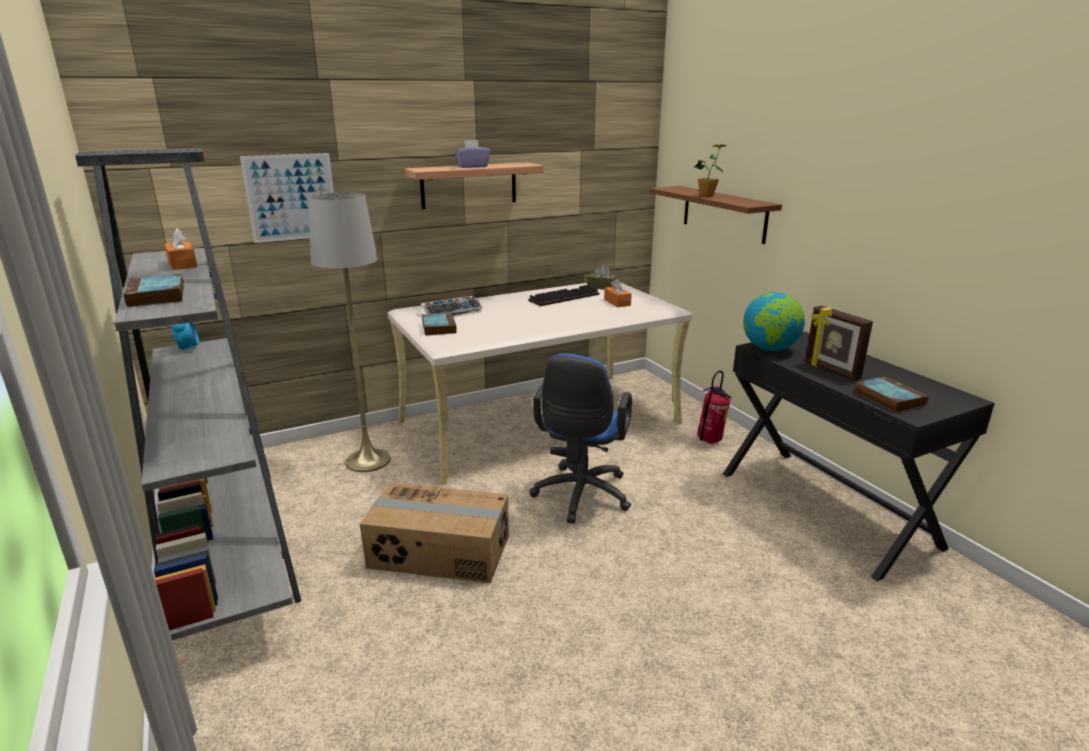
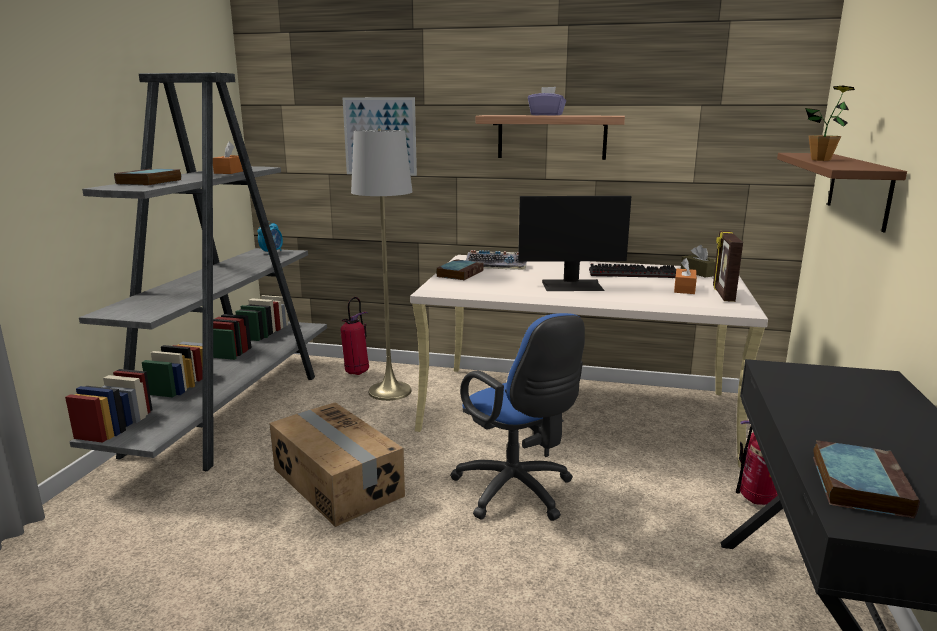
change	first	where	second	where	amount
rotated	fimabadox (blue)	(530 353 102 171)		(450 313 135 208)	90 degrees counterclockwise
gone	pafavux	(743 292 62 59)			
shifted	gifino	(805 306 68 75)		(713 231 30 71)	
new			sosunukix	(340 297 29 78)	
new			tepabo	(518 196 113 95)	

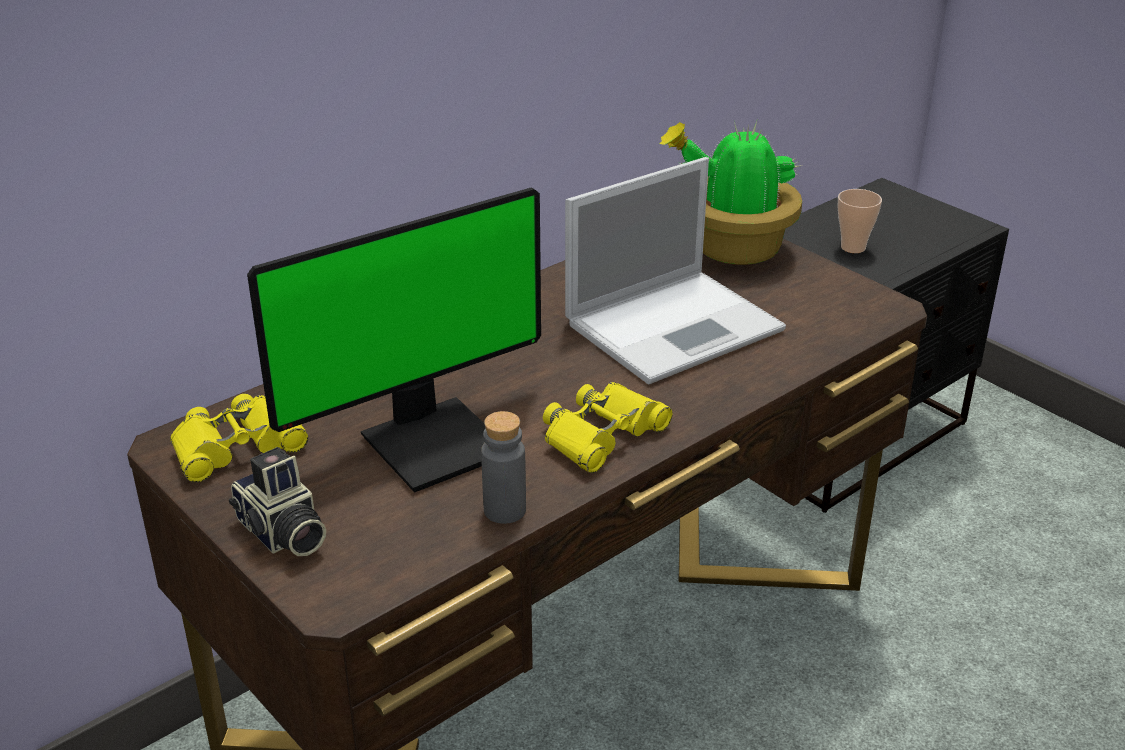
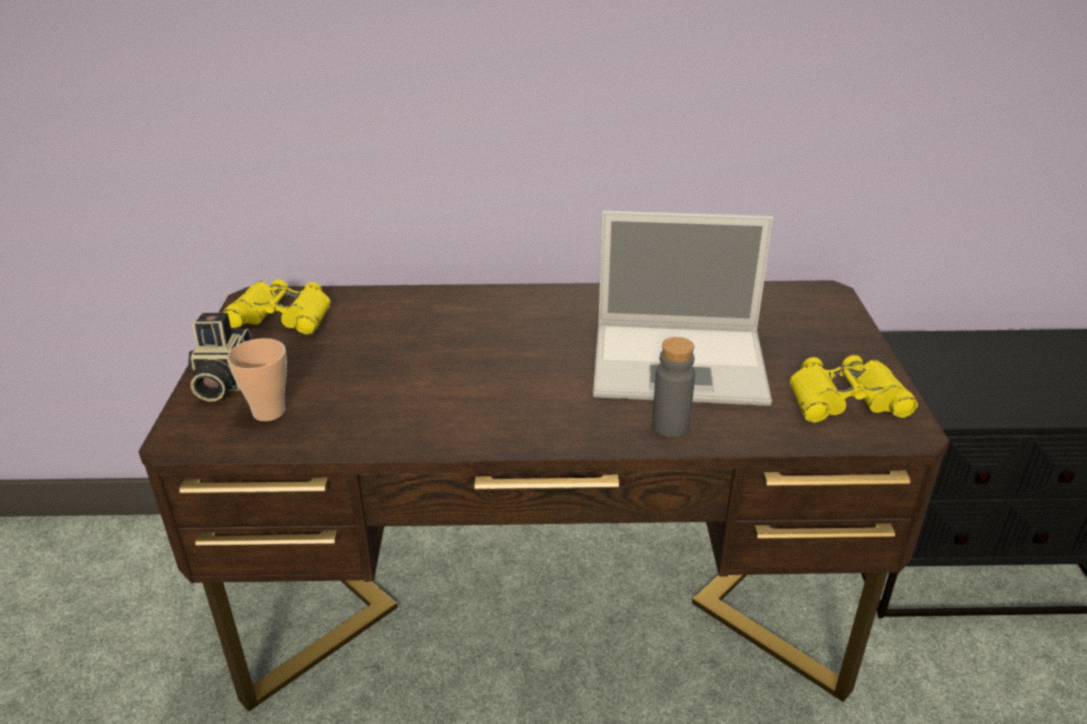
change	first	where	second	where	amount
gone	tepabo	(247 187 294 306)			
shifted	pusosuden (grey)	(481 411 45 113)		(652 337 43 100)	
shifted	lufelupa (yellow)	(543 382 129 91)		(789 355 129 68)	
gone	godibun	(660 118 142 147)			
shifted	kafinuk	(838 189 44 64)		(227 338 60 83)	

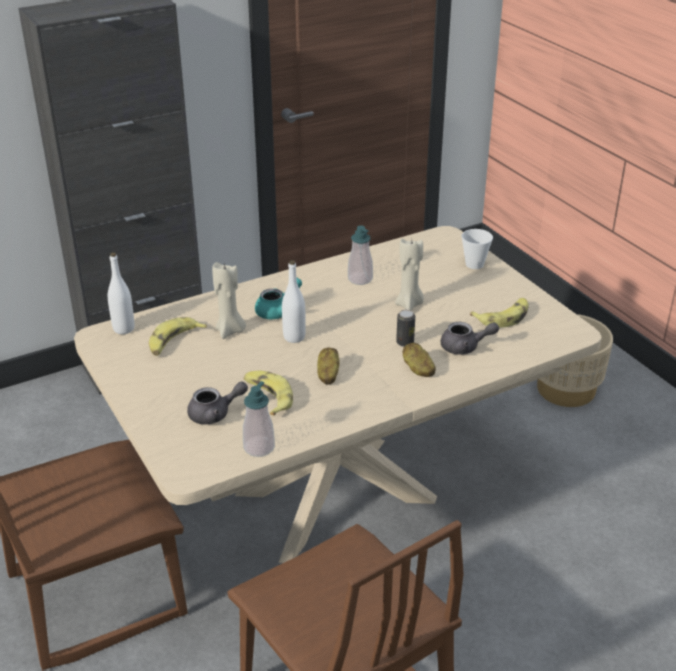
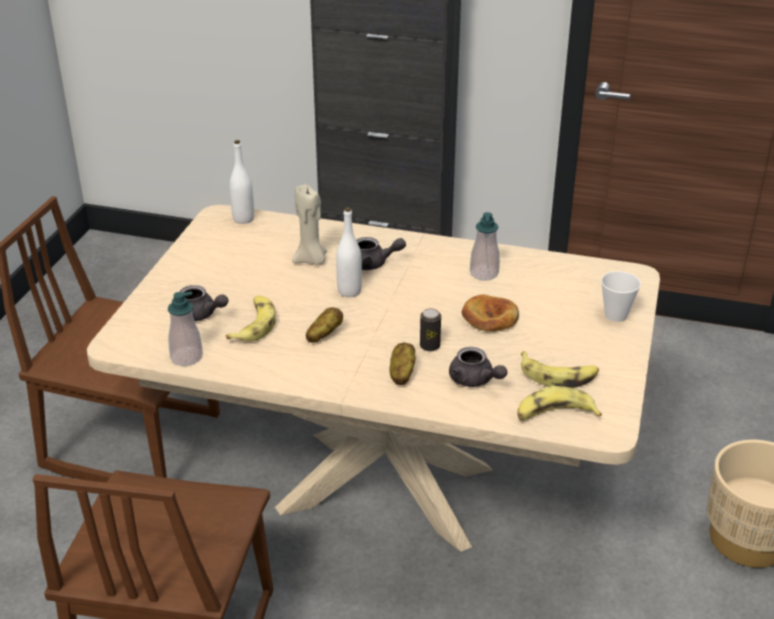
change	first	where	second	where	amount
shifted	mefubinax	(149 317 58 39)		(517 386 85 34)	
repainted	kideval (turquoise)	(255 278 47 41)	kideval (grey)	(356 237 50 33)	
swapped	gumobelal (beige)	(395 239 29 72)	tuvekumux	(462 294 57 38)	

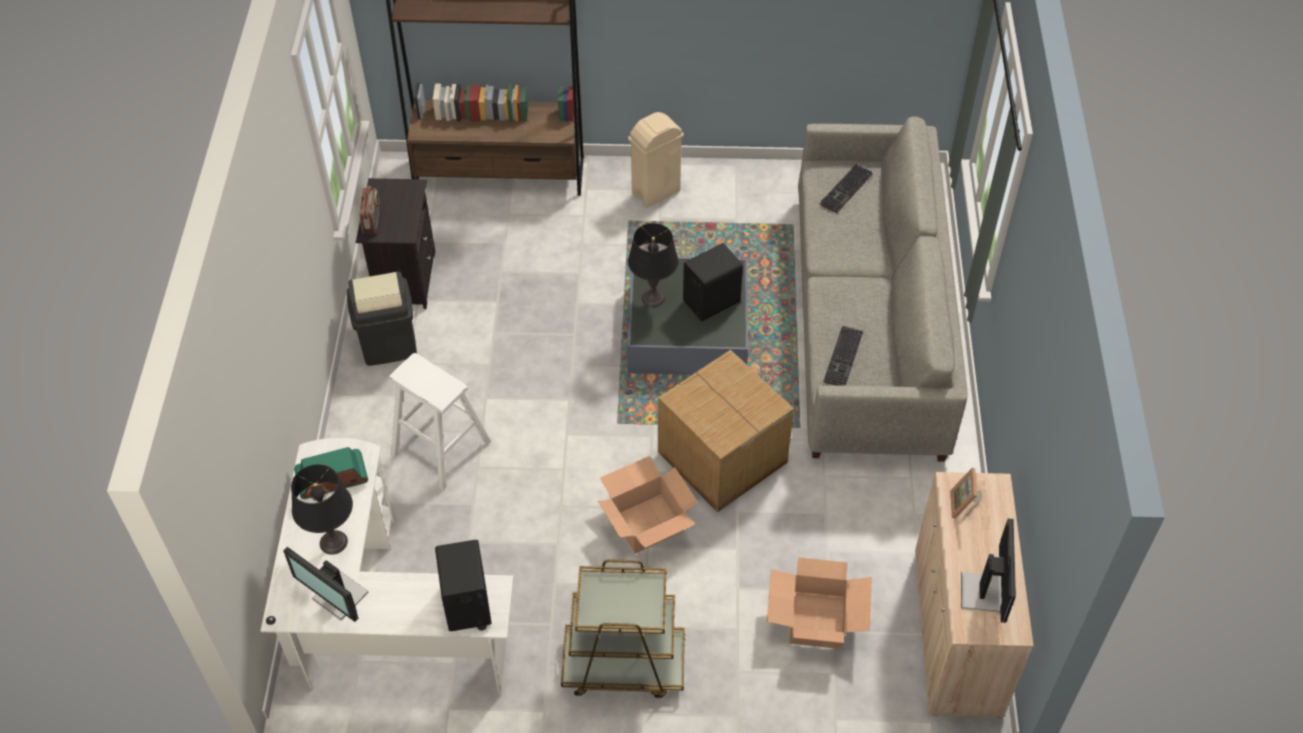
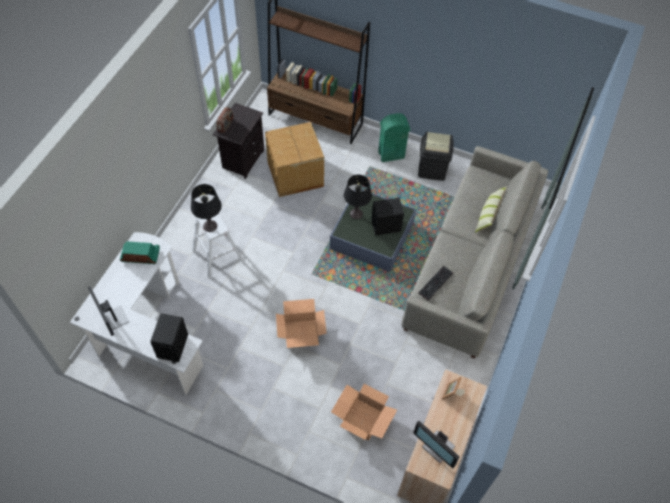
change	first	where	second	where	amount
shifted	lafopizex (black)	(291 464 62 91)		(191 184 31 48)	
shifted	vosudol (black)	(347 271 70 95)		(418 132 36 49)	
gone	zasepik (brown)	(561 560 124 138)			
repainted	vosudol (beige)	(628 112 56 96)	vosudol (green)	(378 113 32 49)	
shifted	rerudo	(658 350 136 162)		(265 122 59 75)	
gone	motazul	(820 164 52 49)			
rotated	tepabo	(961 518 55 105)		(413 421 47 48)	105 degrees clockwise
new			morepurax	(475 186 32 47)	

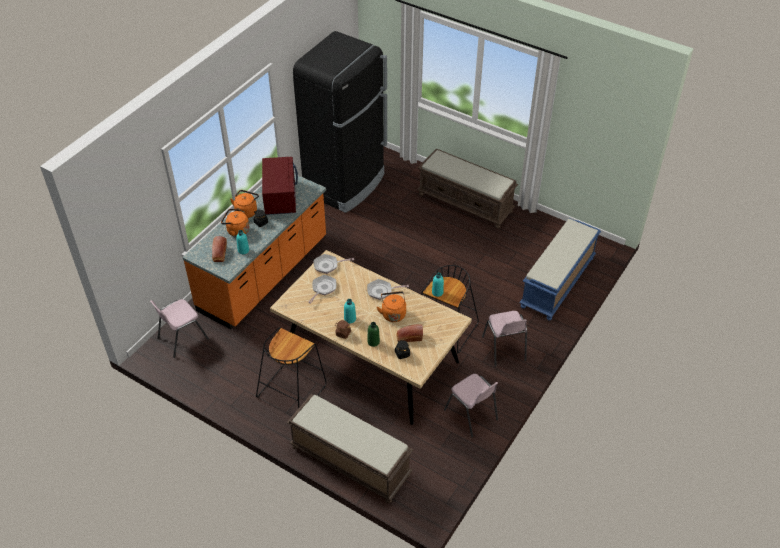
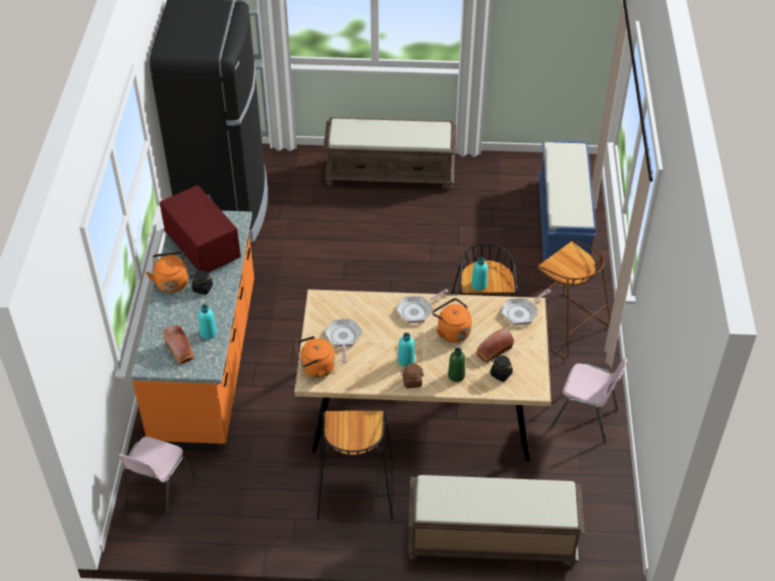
change	first	where	second	where	amount
shifted	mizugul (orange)	(221 209 28 28)		(295 336 40 42)	
shifted	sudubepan	(314 254 40 20)		(501 289 50 36)	
swapped	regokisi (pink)	(482 311 45 56)	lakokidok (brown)	(528 240 82 119)	

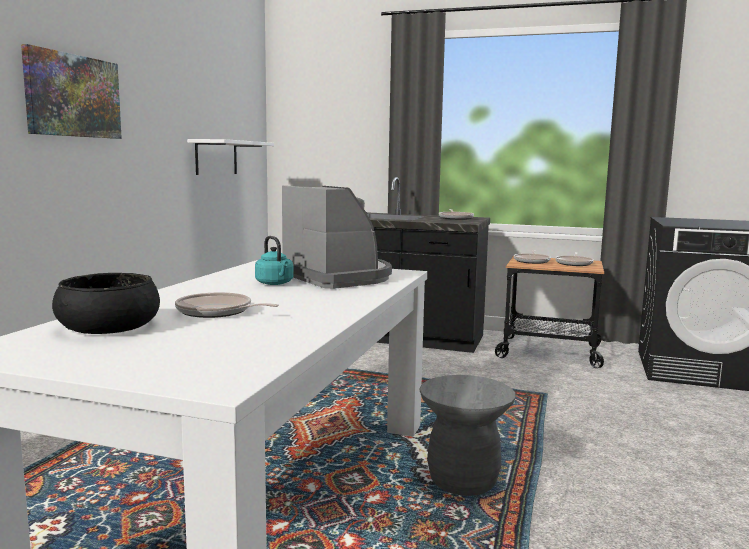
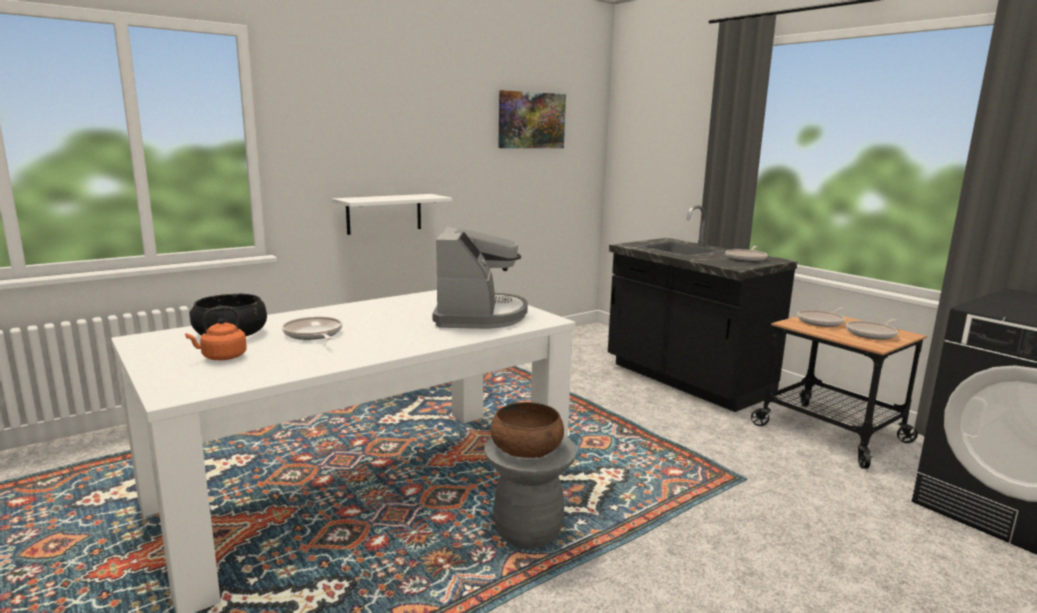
change	first	where	second	where	amount
shifted	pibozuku	(21 44 101 95)		(499 90 67 58)	
shifted	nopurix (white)	(187 139 87 36)		(332 194 120 41)	
gone	mizugul (turquoise)	(255 236 39 49)			
new			mizugul (orange)	(185 306 62 54)	
new			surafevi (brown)	(491 402 73 56)	

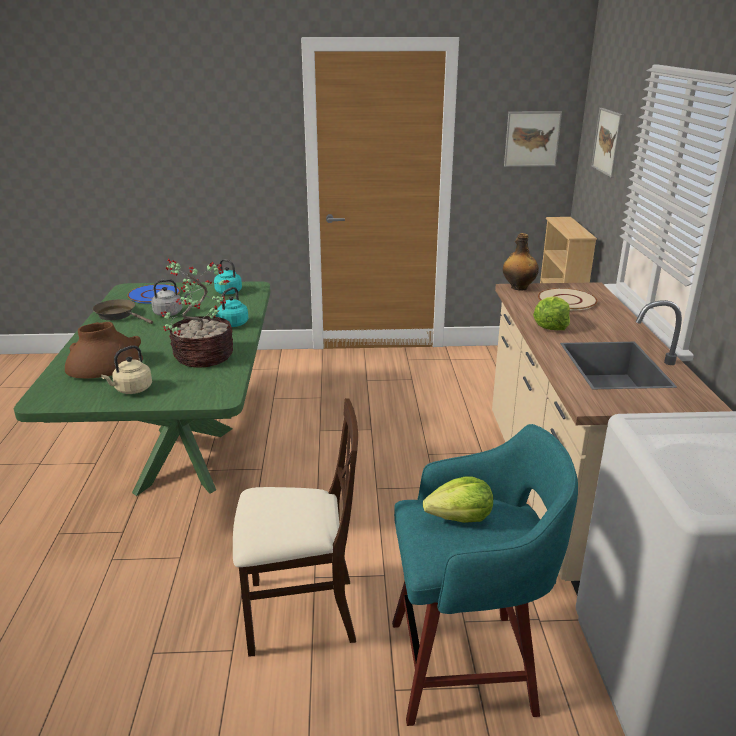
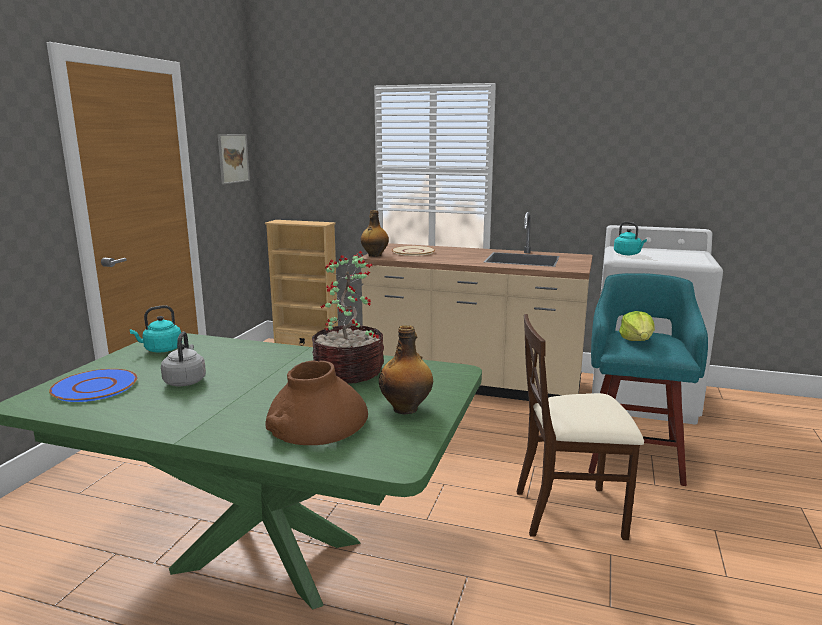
change	first	where	second	where	amount
gone	sudubepan (brown)	(92 299 61 25)			
swapped	mizugul (beige)	(101 345 51 49)	pusosuden	(379 325 54 90)	
shifted	mizugul (turquoise)	(213 287 35 40)		(614 222 33 33)	
rotated	regokisi (beige)	(233 398 125 259)		(517 314 127 226)	105 degrees counterclockwise
gone	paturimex	(533 296 37 34)			
gone	pibozuku	(591 108 32 70)			

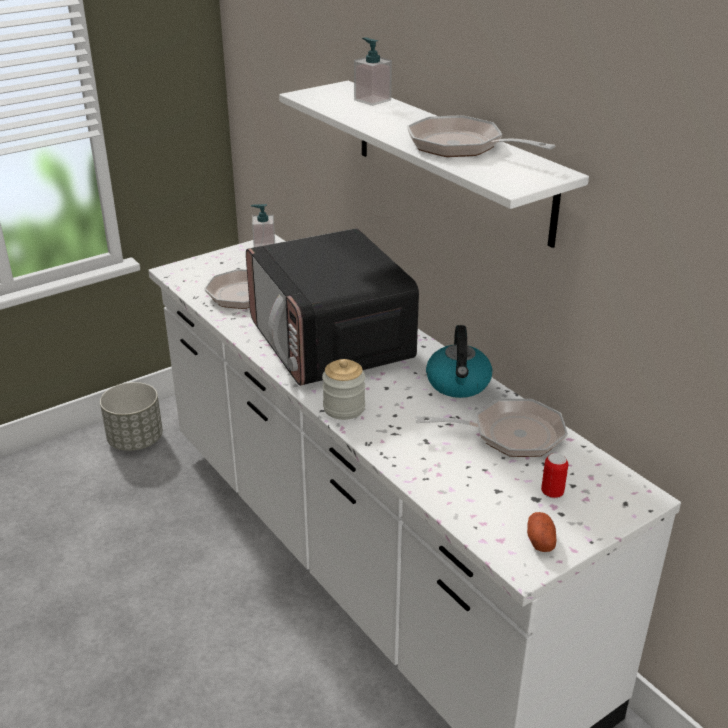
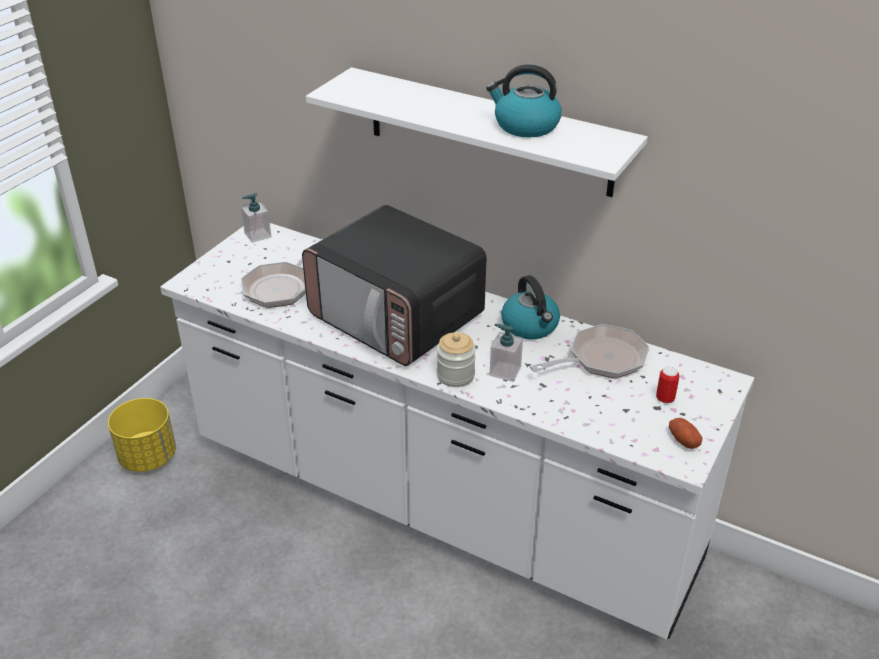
change	first	where	second	where	amount
repainted	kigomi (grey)	(100 382 63 69)	kigomi (yellow)	(108 398 68 74)	
shifted	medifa	(354 38 38 68)		(490 324 33 58)	
swapped	sudubepan	(407 115 148 42)	mizugul	(486 64 76 73)	

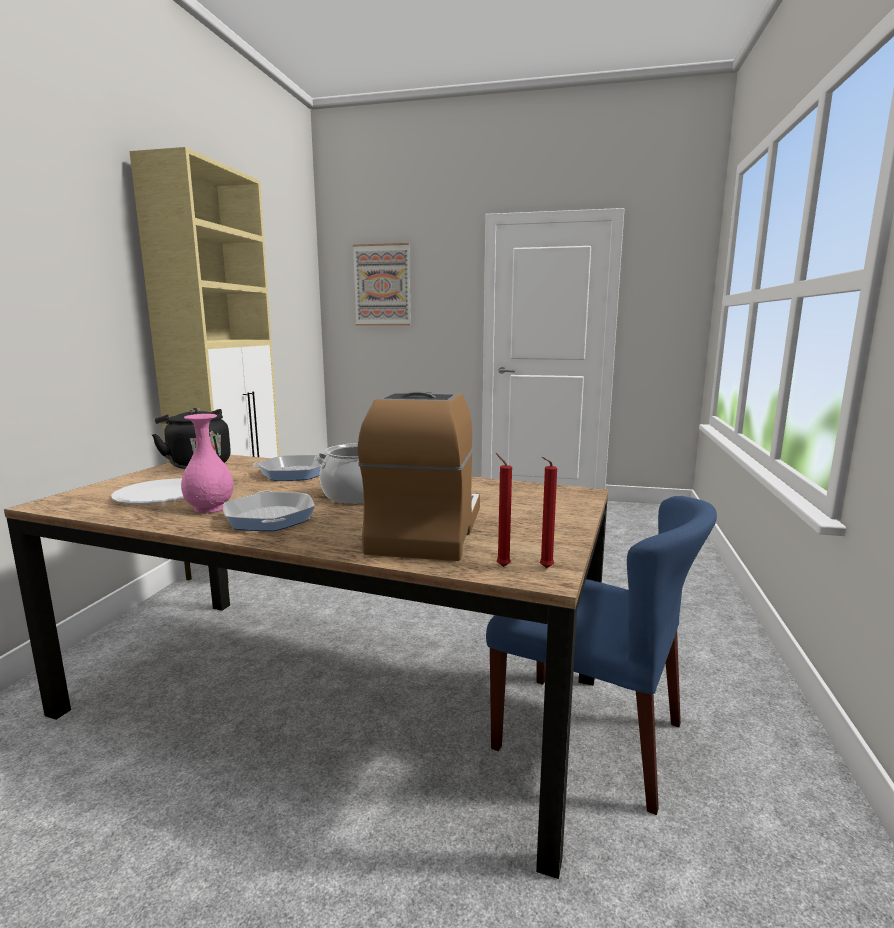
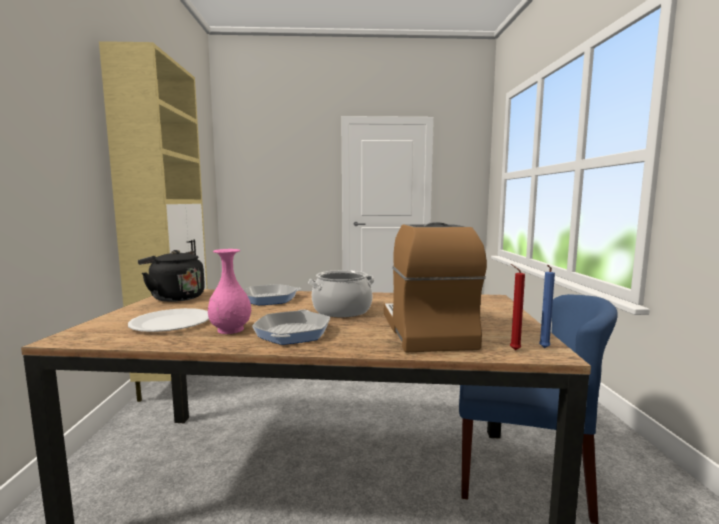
change	first	where	second	where	amount
rotated	sudubepan	(223 491 92 40)		(252 310 78 35)	135 degrees counterclockwise
gone	pibozuku	(353 243 58 83)			
repainted	gumobelal (red)	(540 457 17 111)	gumobelal (blue)	(539 265 16 83)	

